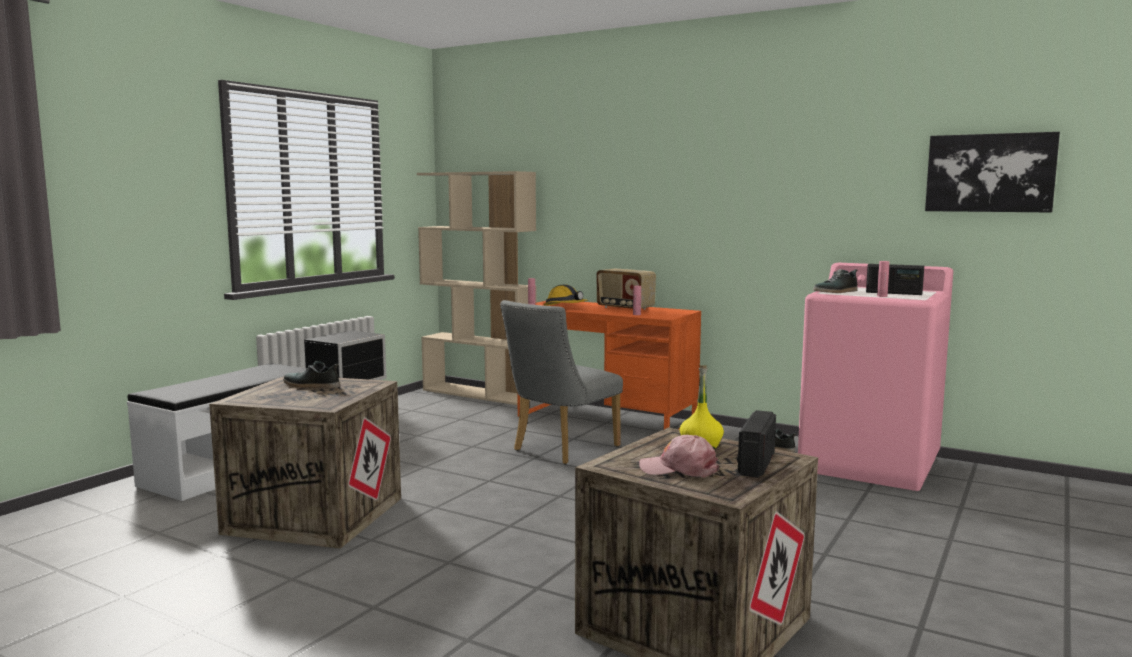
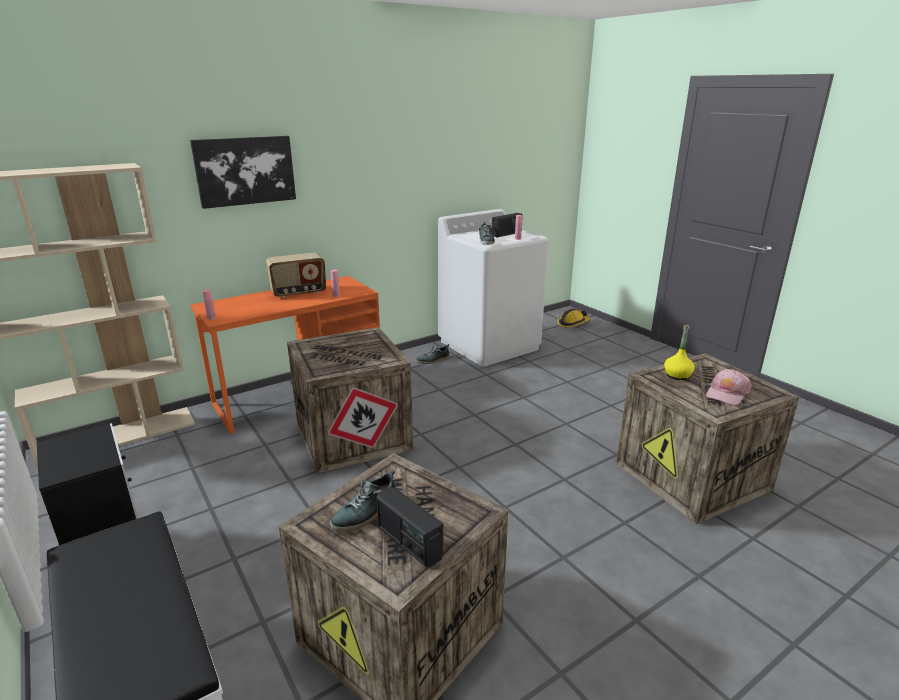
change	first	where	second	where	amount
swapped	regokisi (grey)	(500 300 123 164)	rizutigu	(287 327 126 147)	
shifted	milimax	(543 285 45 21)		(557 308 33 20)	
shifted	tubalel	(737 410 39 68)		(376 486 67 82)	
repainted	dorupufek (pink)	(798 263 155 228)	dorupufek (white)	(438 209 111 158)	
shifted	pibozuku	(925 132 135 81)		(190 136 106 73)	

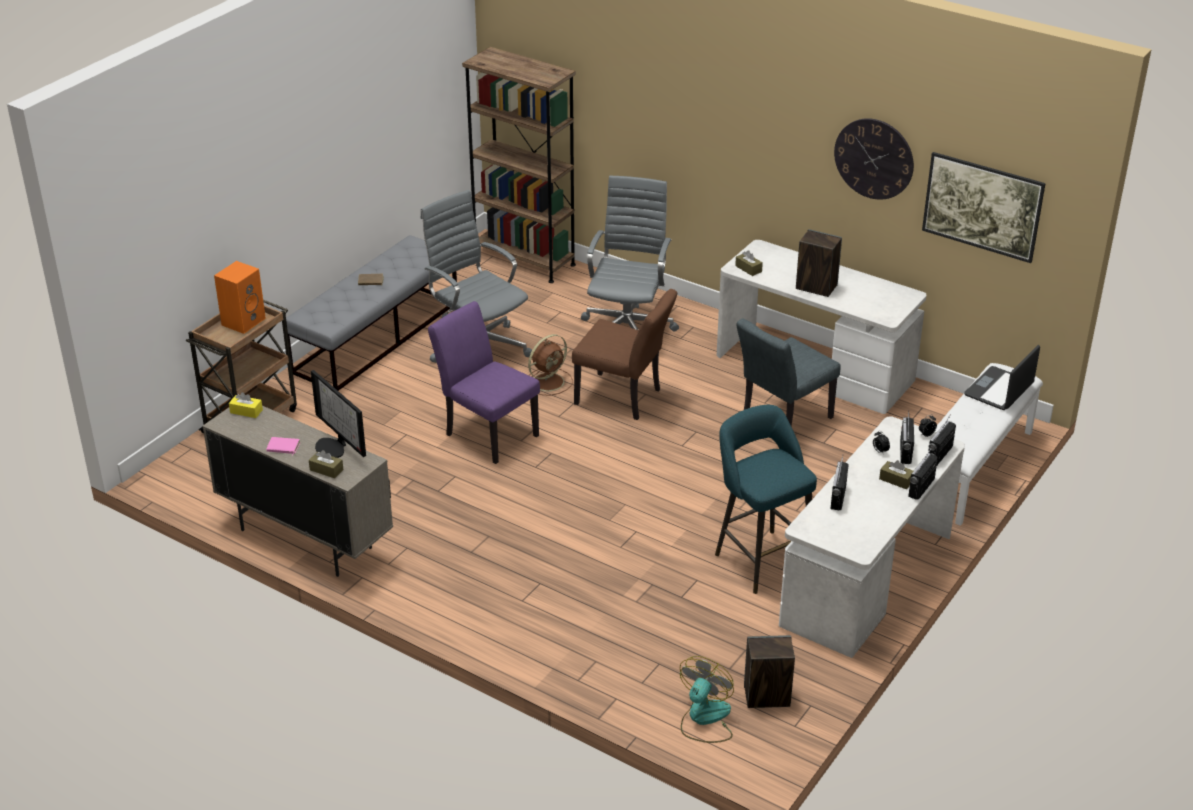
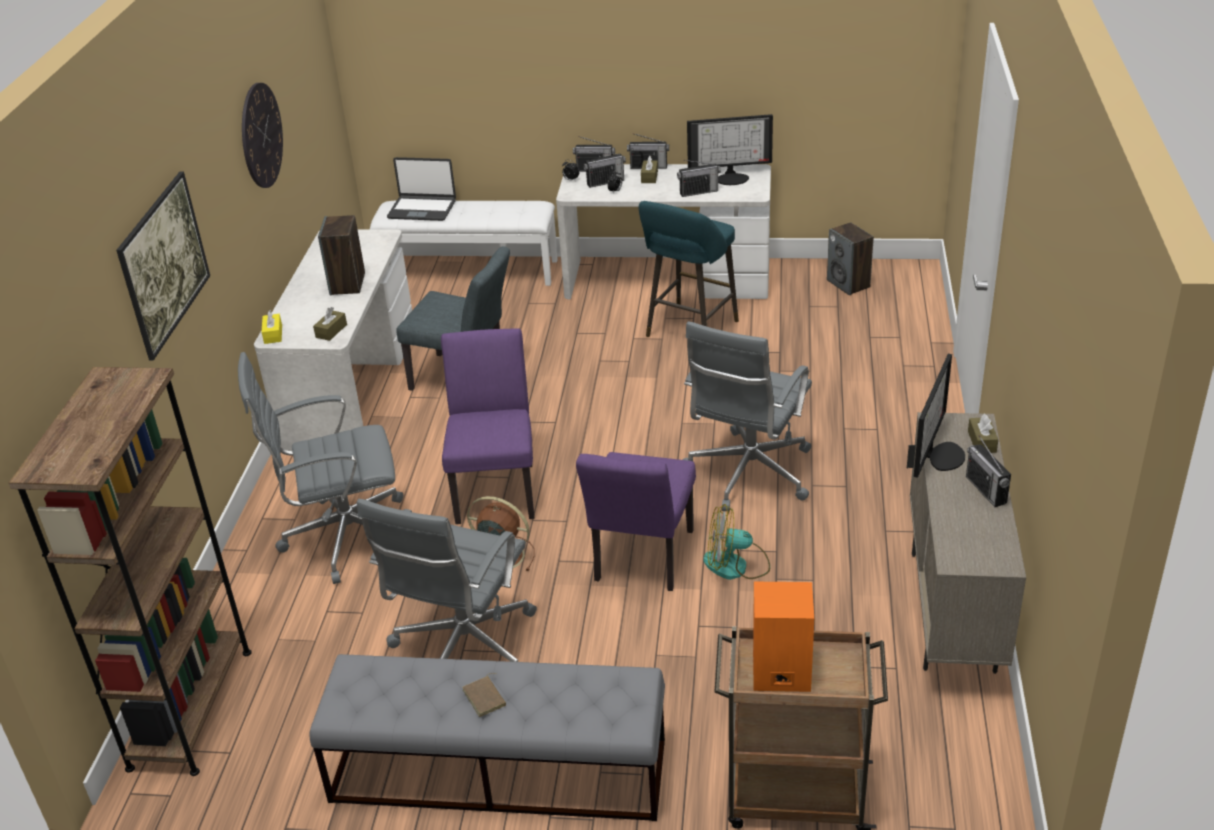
change	first	where	second	where	amount
shifted	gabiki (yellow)	(229 392 34 26)		(262 310 20 34)	
swapped	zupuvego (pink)	(266 437 35 19)	tubalel	(966 435 45 72)	
repainted	regokisi (brown)	(572 289 105 131)	regokisi (purple)	(441 328 93 196)	
shifted	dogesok	(680 656 54 87)		(703 504 67 76)	
shifted	pibozuku	(922 152 124 111)		(116 172 94 188)	
new			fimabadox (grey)	(682 321 130 190)	
new			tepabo	(687 114 86 71)	

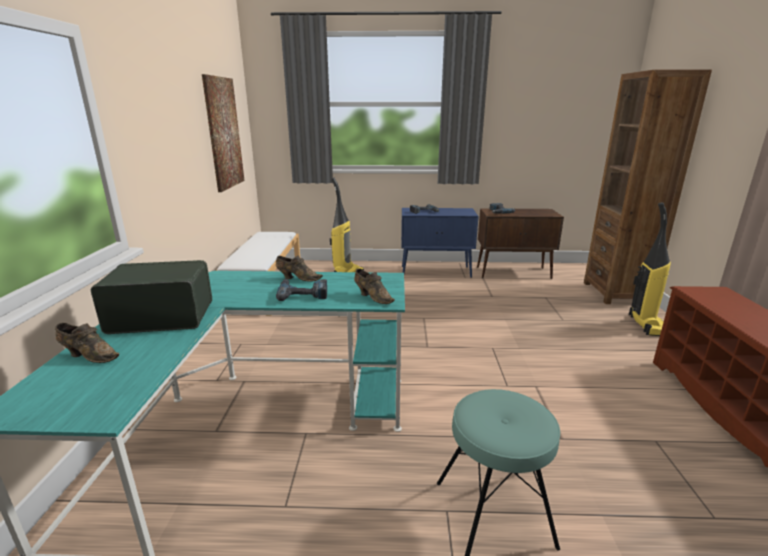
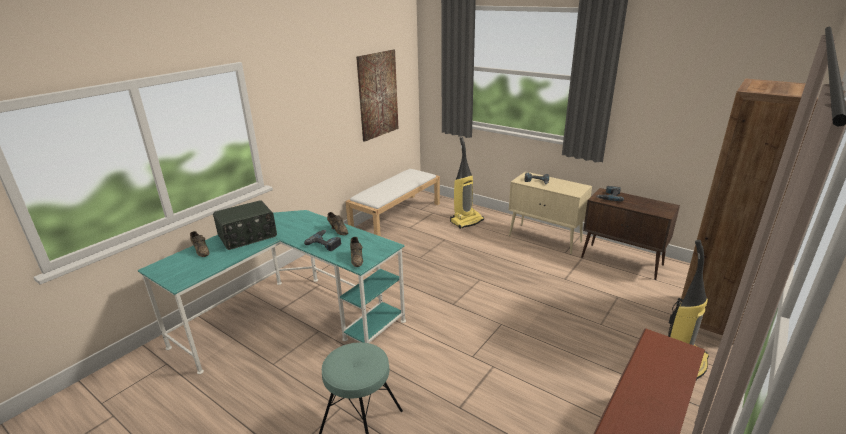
change	first	where	second	where	amount
rotated	tubalel	(91 260 121 74)		(213 200 64 50)	120 degrees clockwise
repainted	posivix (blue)	(401 208 78 70)	posivix (beige)	(509 172 83 82)	

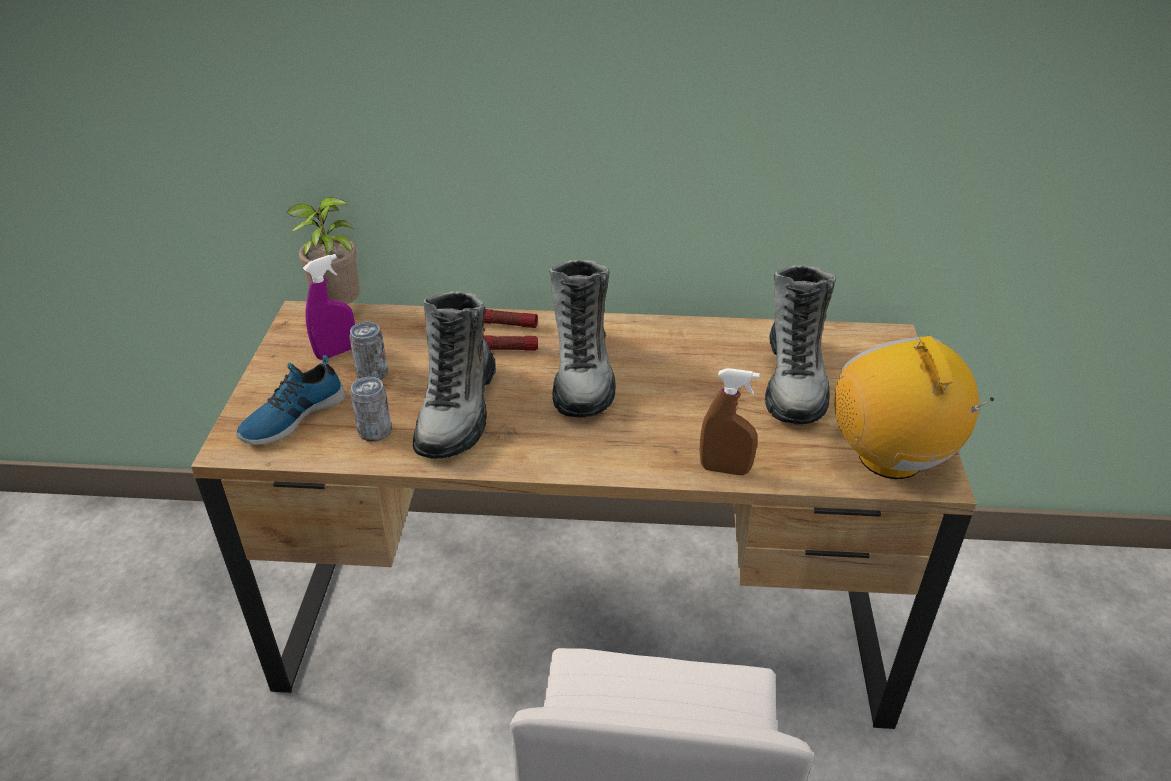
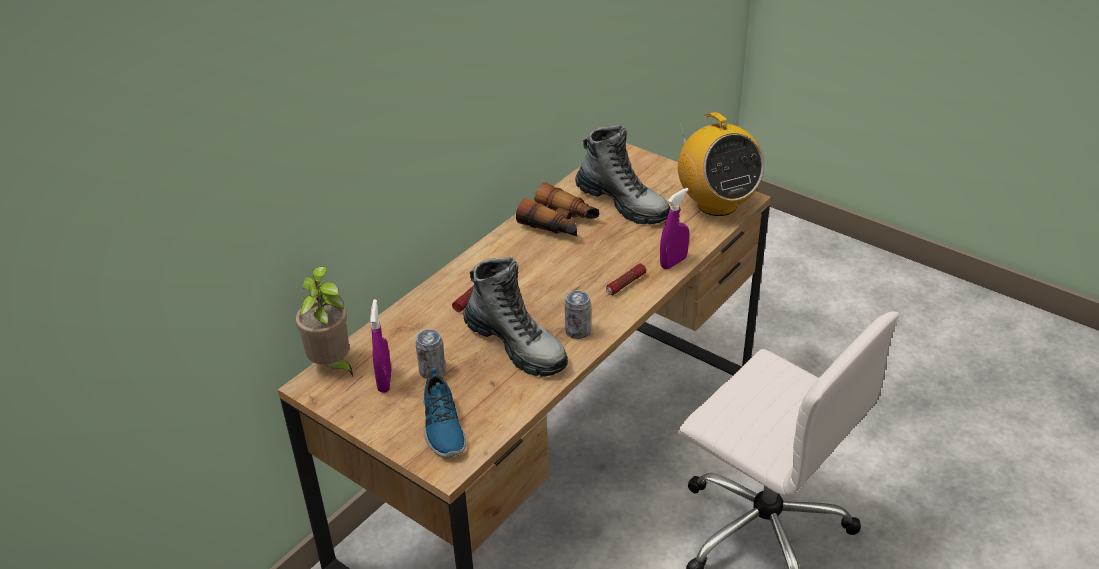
change	first	where	second	where	amount
shifted	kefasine	(350 377 42 65)		(565 290 26 49)	
shifted	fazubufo	(484 309 54 19)		(606 263 40 32)	
gone	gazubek	(549 259 67 159)			
repainted	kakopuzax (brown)	(699 368 61 107)	kakopuzax (purple)	(660 188 29 81)	
rotated	tubalel	(834 336 160 143)		(678 112 86 104)	135 degrees counterclockwise
new			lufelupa	(516 182 83 54)	

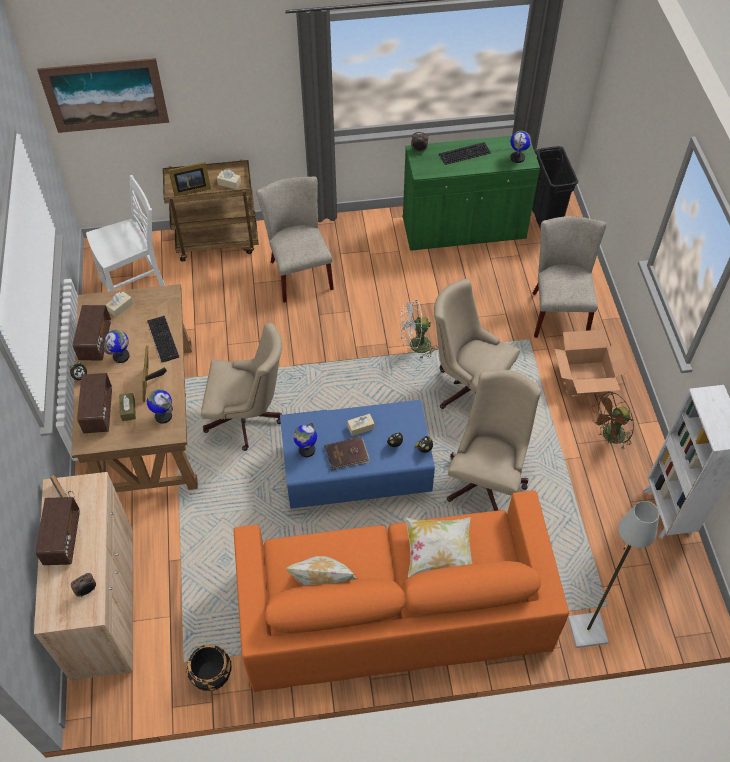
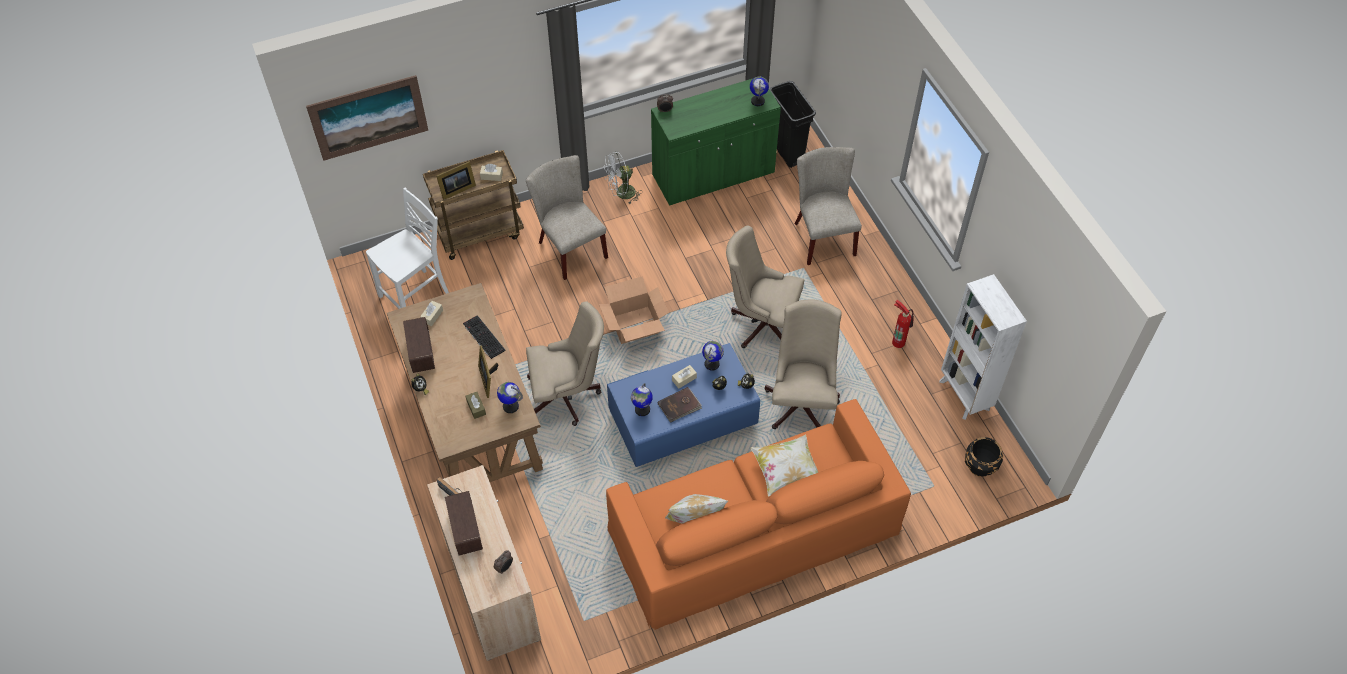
change	first	where	second	where	amount
gone	tubalel	(77 373 35 60)			
shifted	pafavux	(104 330 26 33)		(702 341 22 30)	
shifted	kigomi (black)	(186 645 46 46)		(965 437 38 40)	
shifted	dogesok (white)	(400 300 37 58)		(604 151 38 53)	
gone	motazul	(439 142 52 23)			
shifted	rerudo	(555 329 73 66)		(599 276 70 68)	
gone	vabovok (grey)	(568 501 91 147)			
swapped	dogesok (brown)	(592 392 42 58)	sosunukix	(892 300 22 48)	

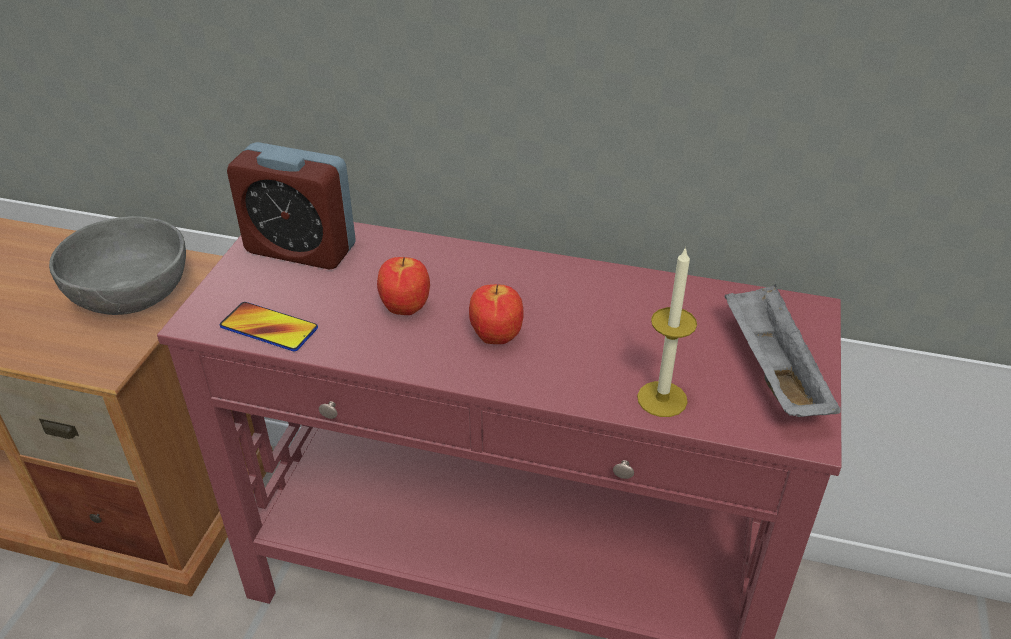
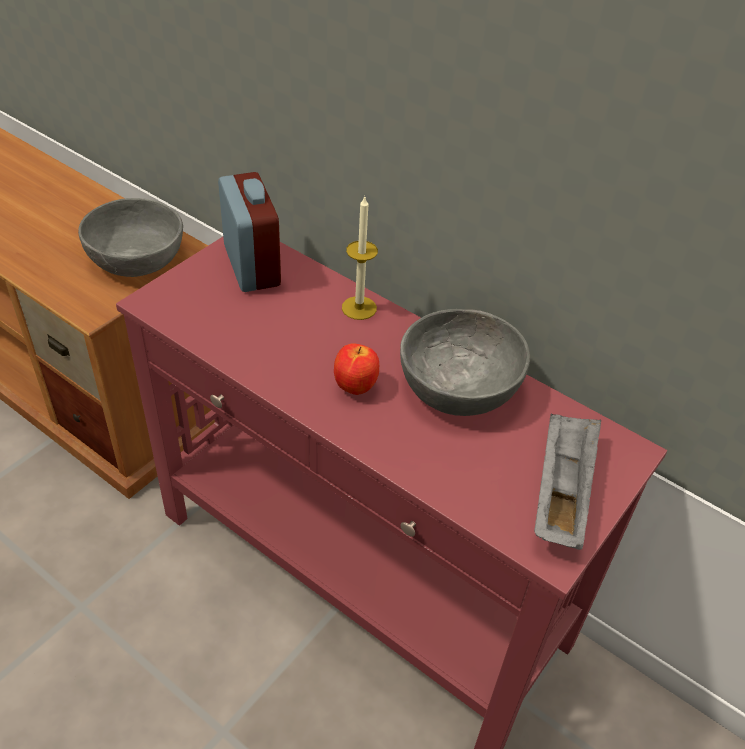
change	first	where	second	where	amount
gone	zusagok	(220 302 98 49)			
rotated	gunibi	(227 142 129 127)		(218 172 63 120)	150 degrees counterclockwise
gone	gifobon	(377 257 53 58)			
shifted	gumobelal	(637 247 60 170)		(342 195 36 125)	
new			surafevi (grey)	(400 309 130 107)	

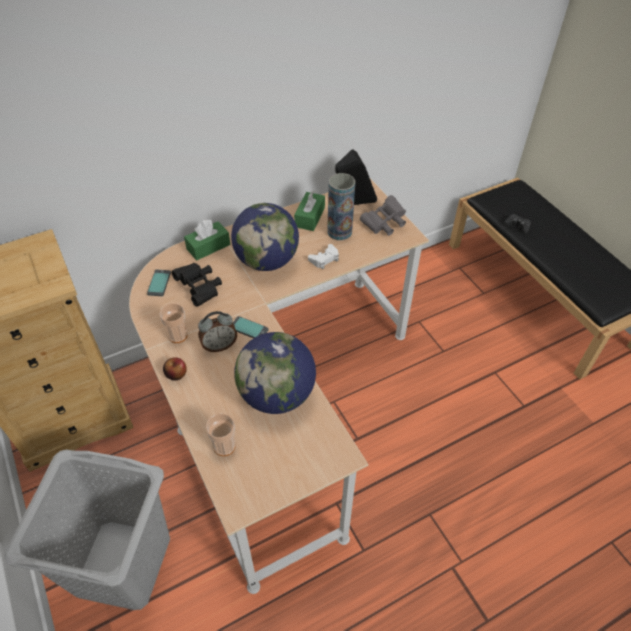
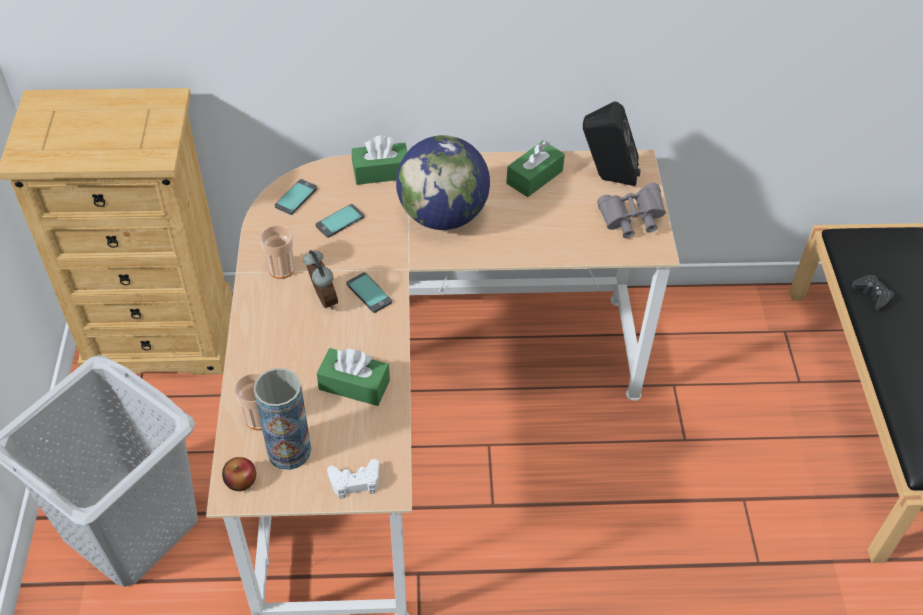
change	first	where	second	where	amount
shifted	gifobon	(163 357 24 23)		(222 457 34 34)	
swapped	lufelupa (black)	(171 263 51 44)	zusagok	(316 204 48 34)	
rotated	gunibi	(198 311 39 41)		(303 250 35 60)	120 degrees counterclockwise
swapped	pafavux	(234 332 82 82)	gabiki (green)	(317 348 73 58)	
shifted	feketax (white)	(308 244 31 25)		(327 459 52 40)	
shifted	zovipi	(327 173 28 67)		(253 368 58 102)	

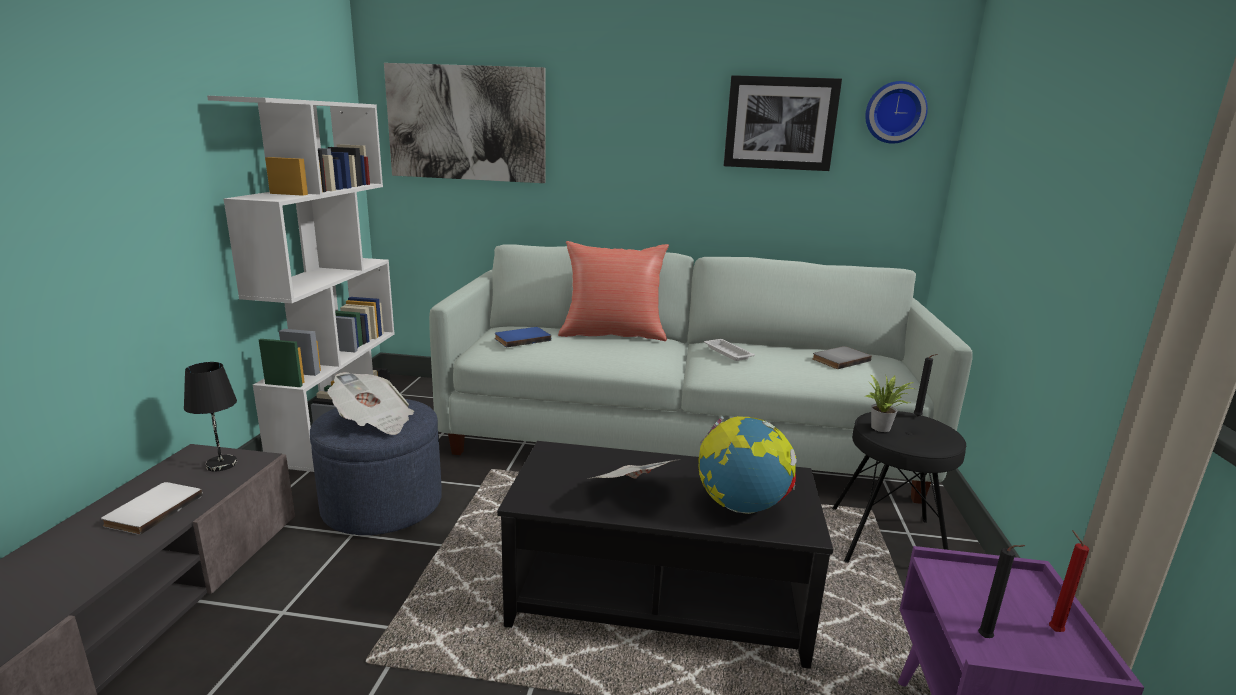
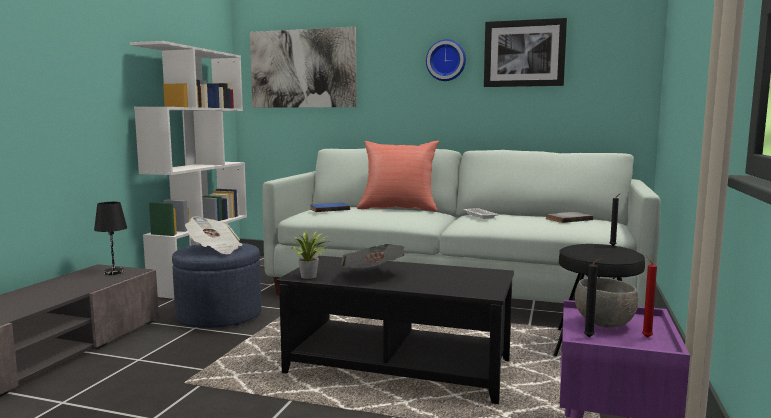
change	first	where	second	where	amount
gone	zupuvego (white)	(101 482 102 53)			
gone	pafavux	(698 416 99 98)			
shifted	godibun	(864 374 50 58)		(291 231 39 48)	
shifted	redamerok	(865 81 63 63)		(426 39 40 42)	
new			surafevi (grey)	(575 277 63 51)	

